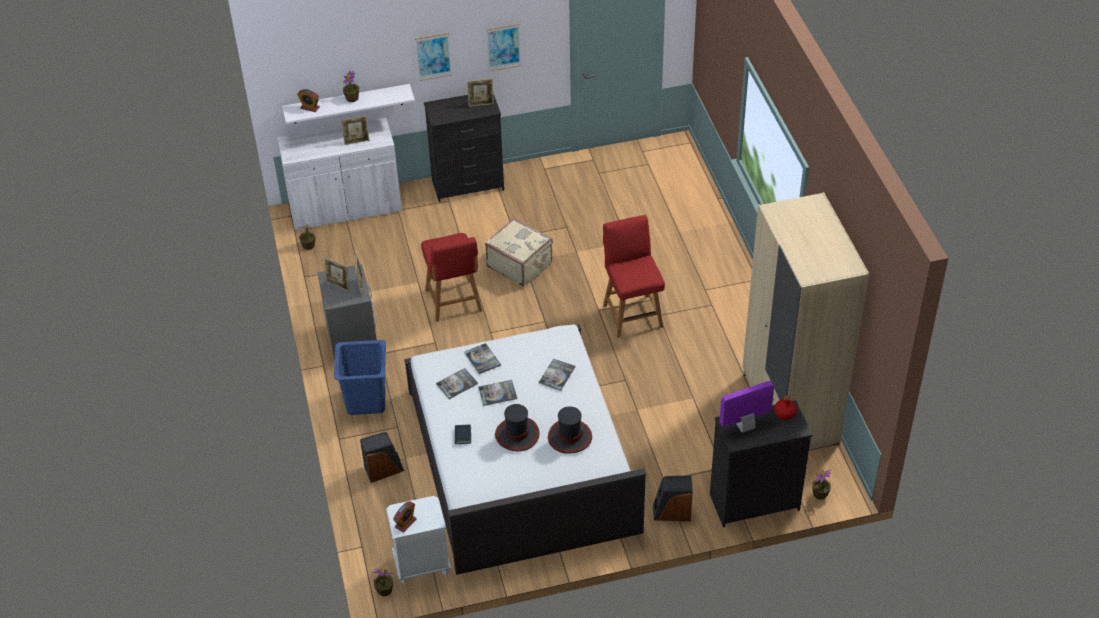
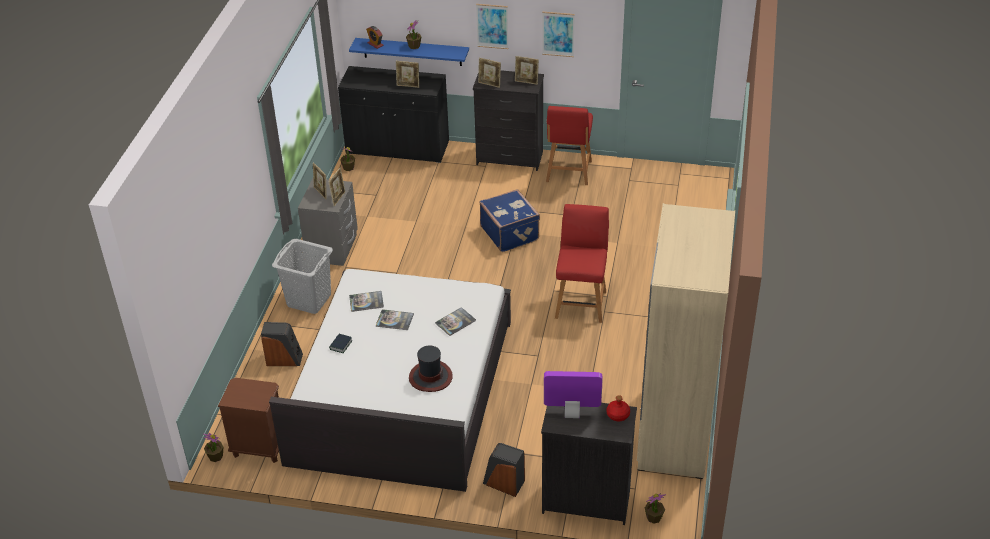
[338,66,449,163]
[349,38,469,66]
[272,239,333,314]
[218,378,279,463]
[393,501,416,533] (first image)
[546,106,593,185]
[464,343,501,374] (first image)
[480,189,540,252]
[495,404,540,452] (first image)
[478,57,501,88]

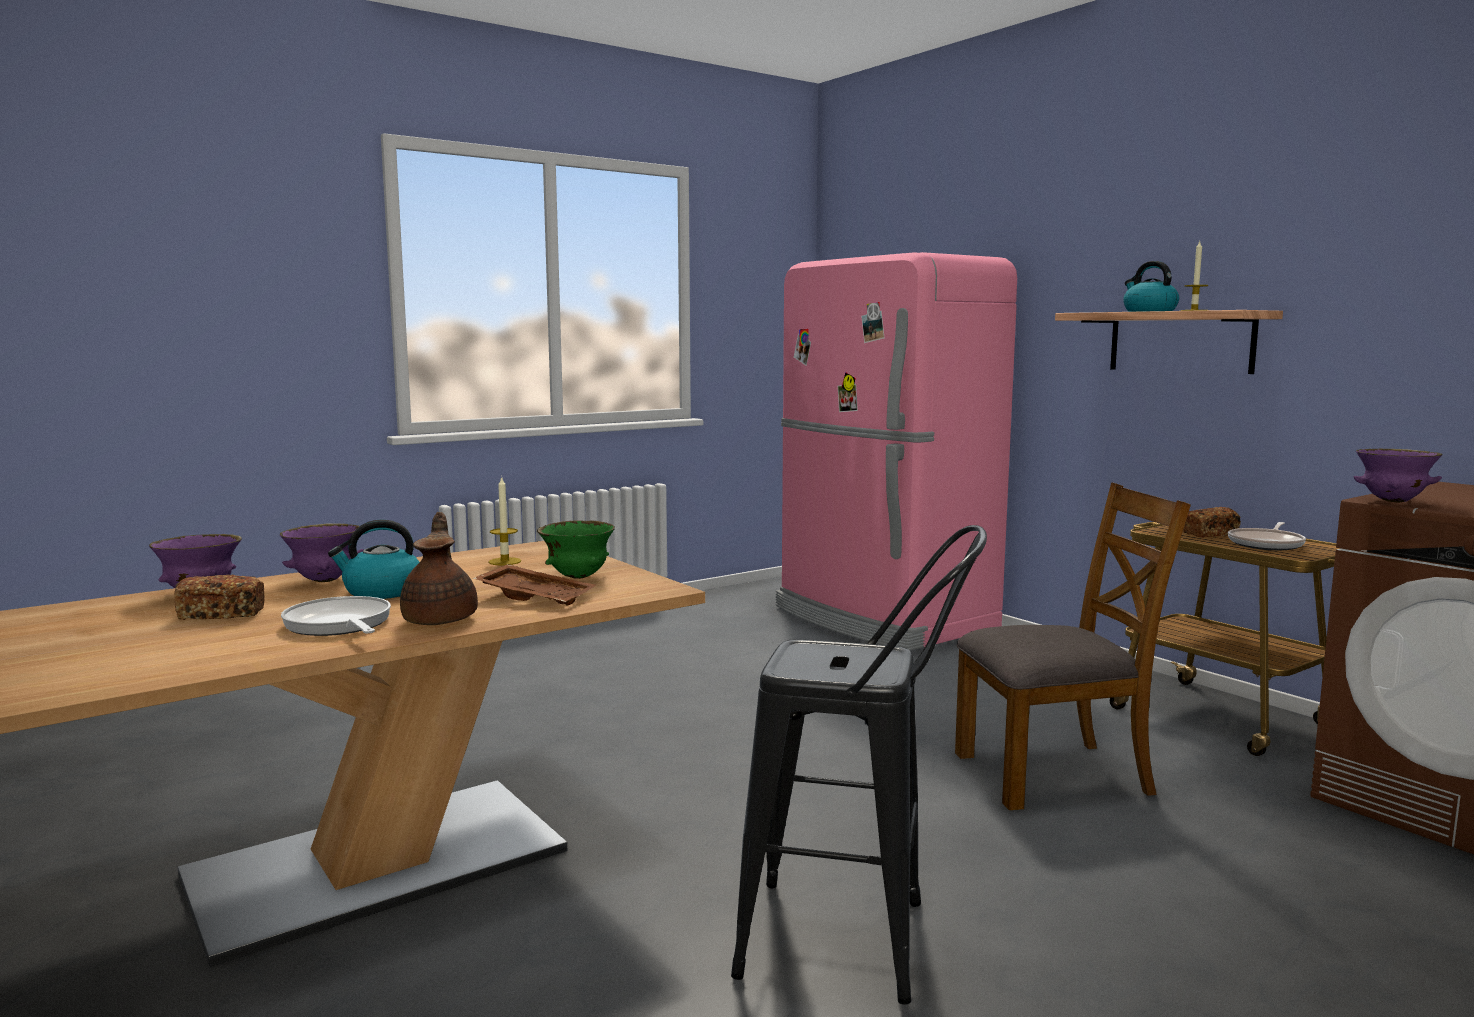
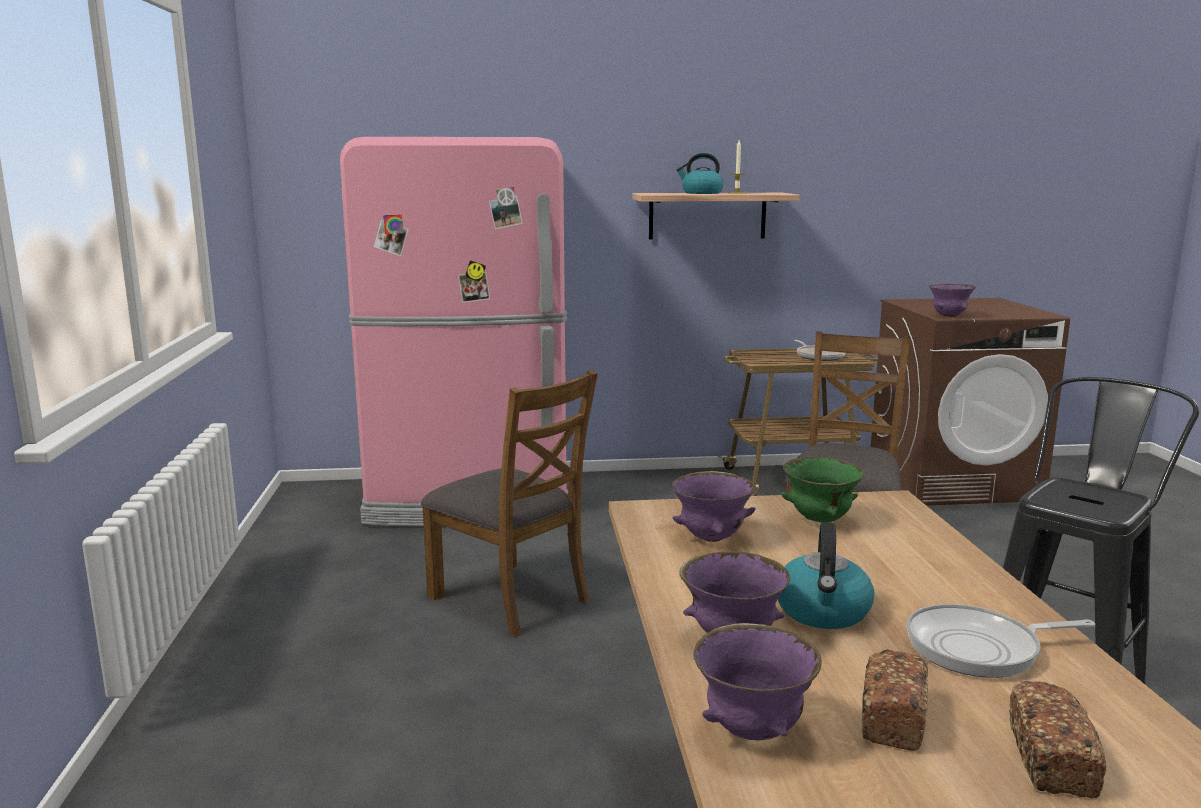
[400,512,478,625] (first image)
[473,564,596,606] (first image)
[672,471,756,542]
[1009,681,1106,798]
[421,370,598,638]

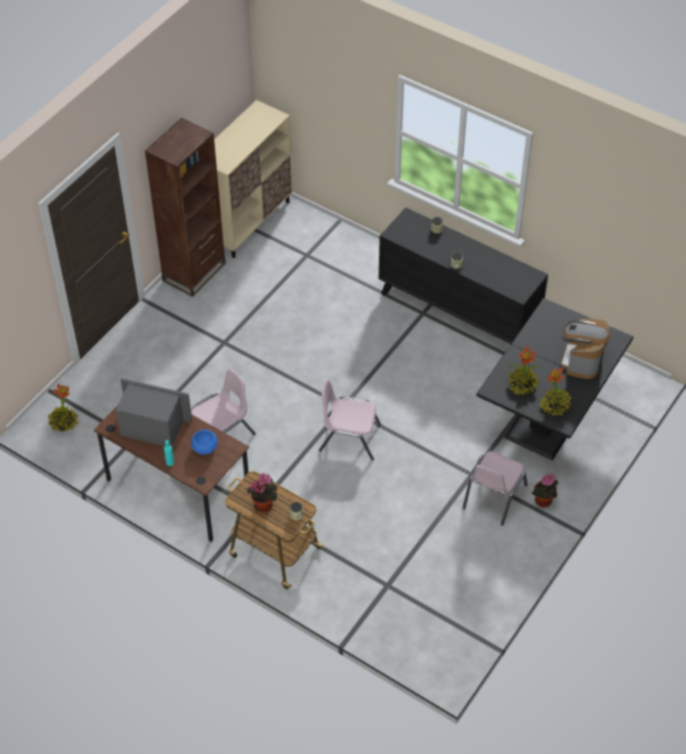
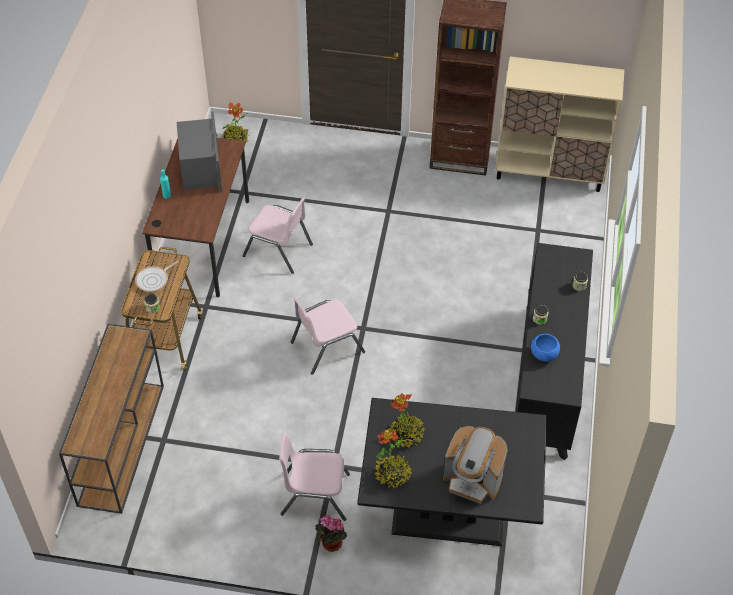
[531,334,560,362]
[135,261,179,292]
[291,297,365,375]
[443,426,507,504]
[59,324,164,514]

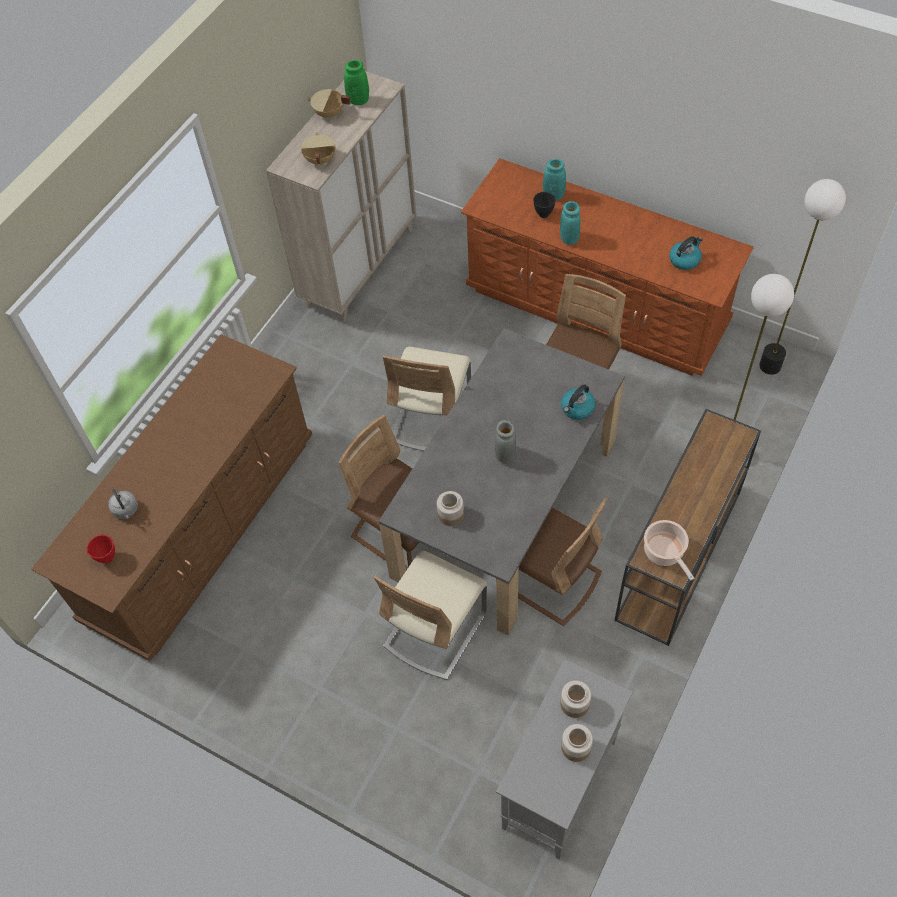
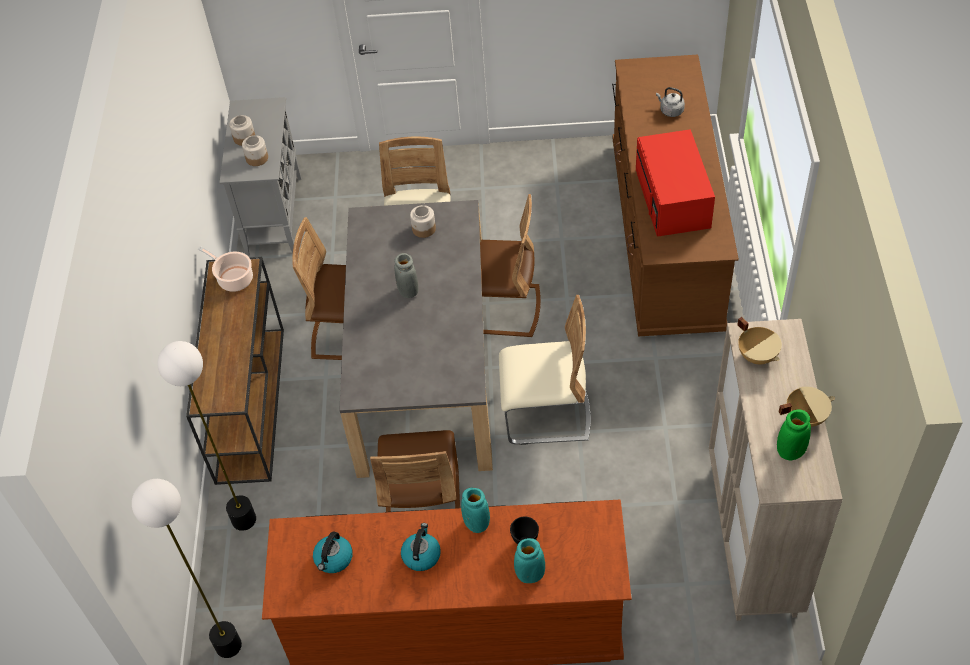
[87,535,115,563] (first image)
[499,295,591,445]
[401,523,441,571]
[636,129,715,236]

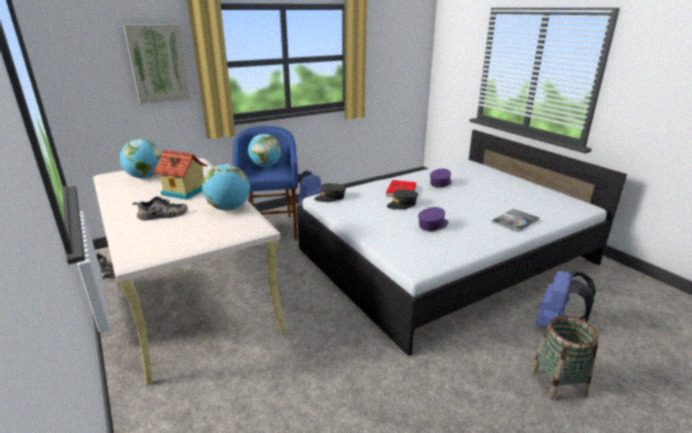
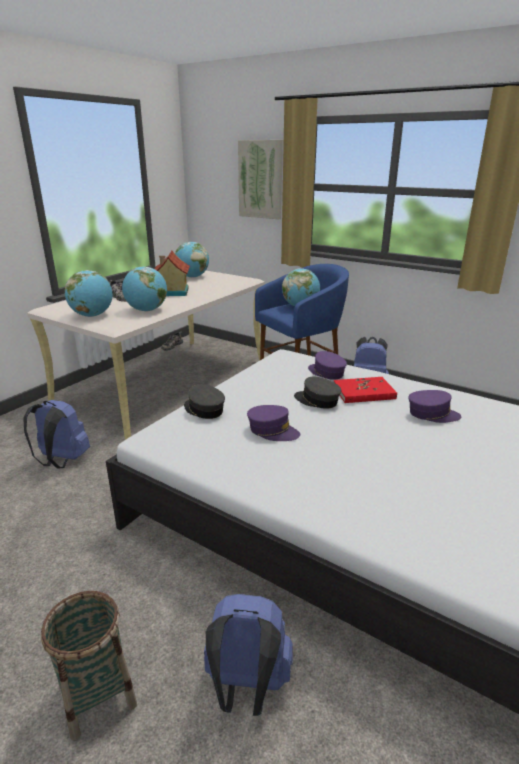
[184,384,225,419]
[492,209,539,232] (first image)
[23,400,90,468]
[65,270,113,317]
[308,351,347,380]

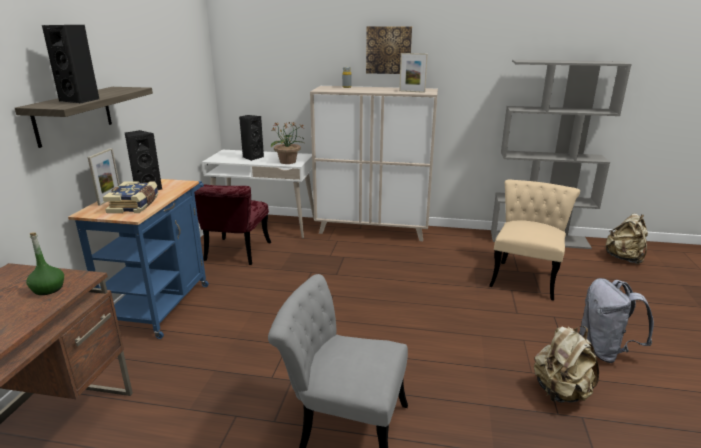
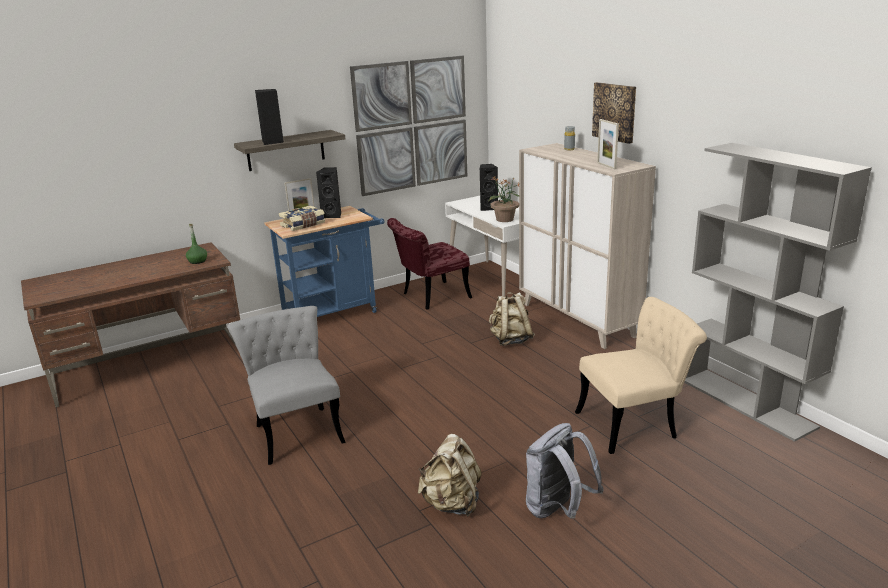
[489,292,535,346]
[350,56,467,196]

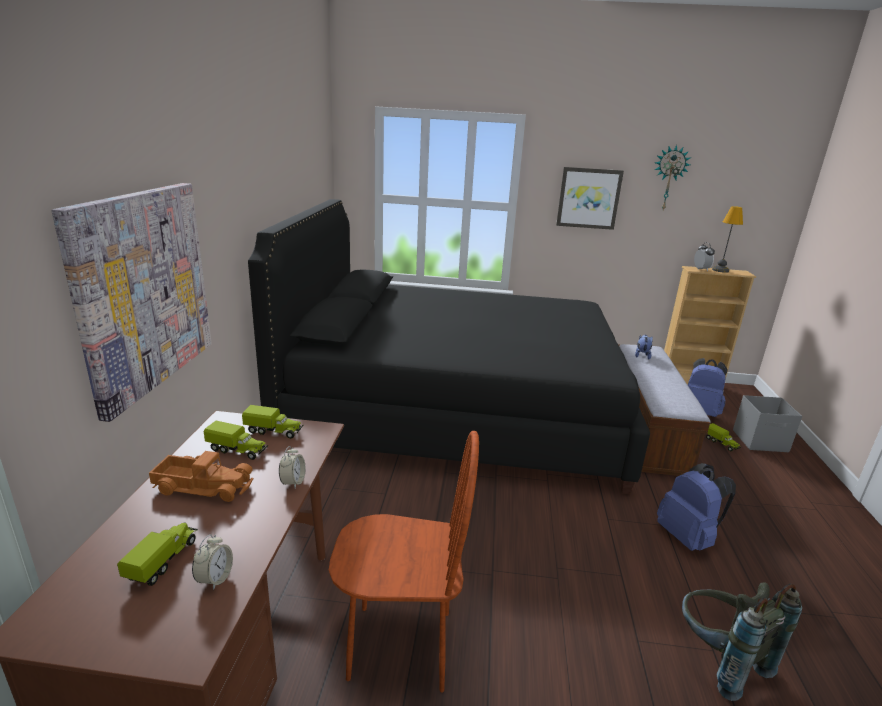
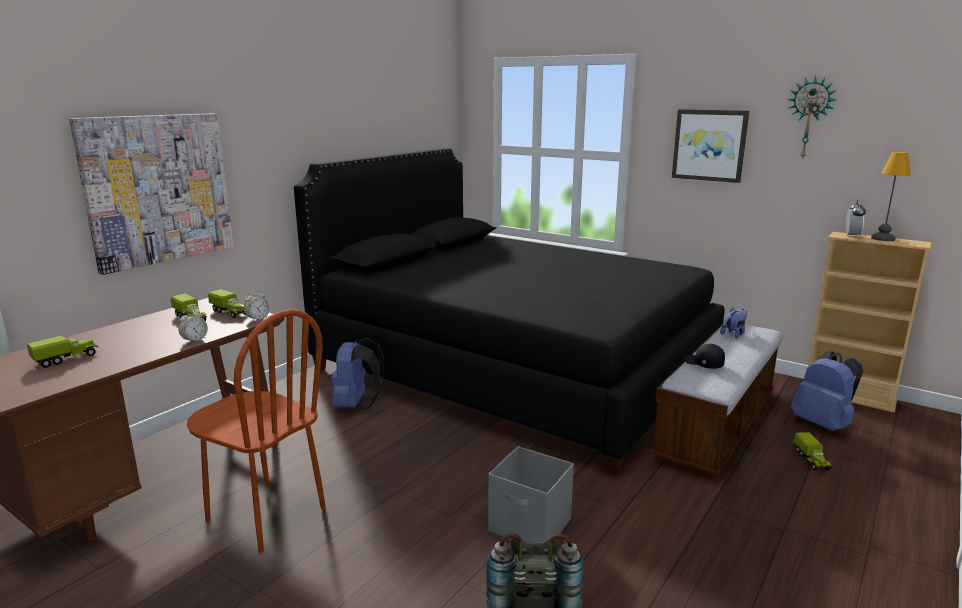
[149,451,253,502] (first image)
[244,290,270,321]
[331,338,384,409]
[488,446,574,542]
[684,344,725,369]

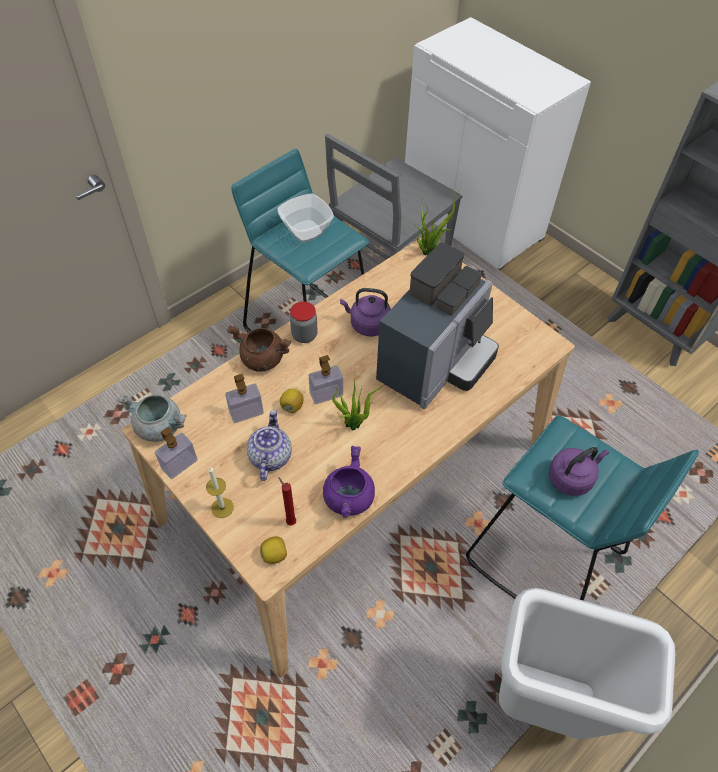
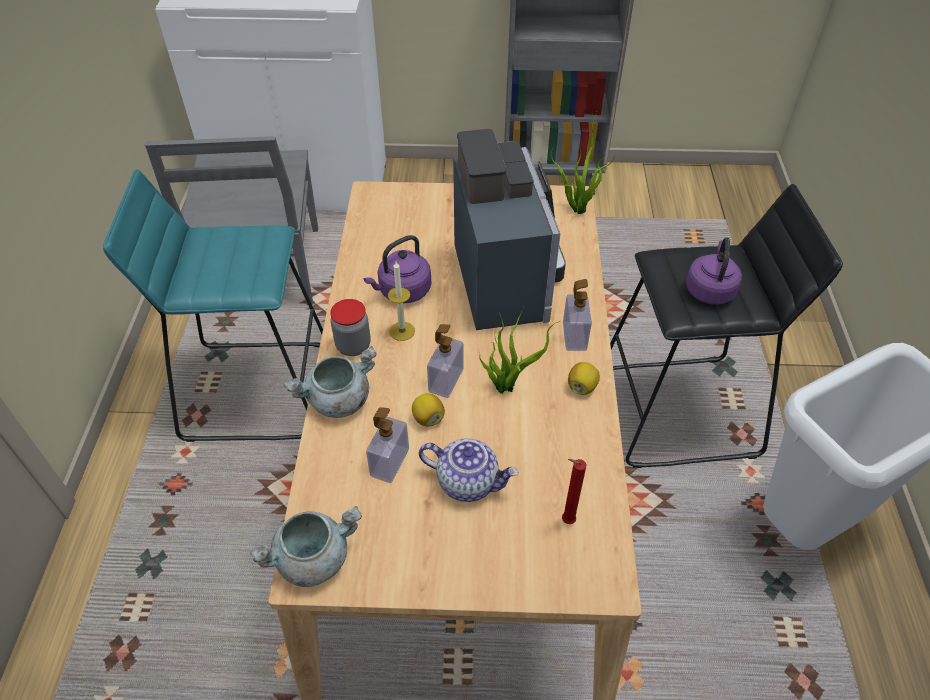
[563,279,592,351]
[388,262,415,341]
[284,346,377,418]
[419,438,519,502]
[568,362,600,395]
[277,194,334,242] (first image)
[323,446,375,518] (first image)
[551,112,615,214]
[610,184,843,468]

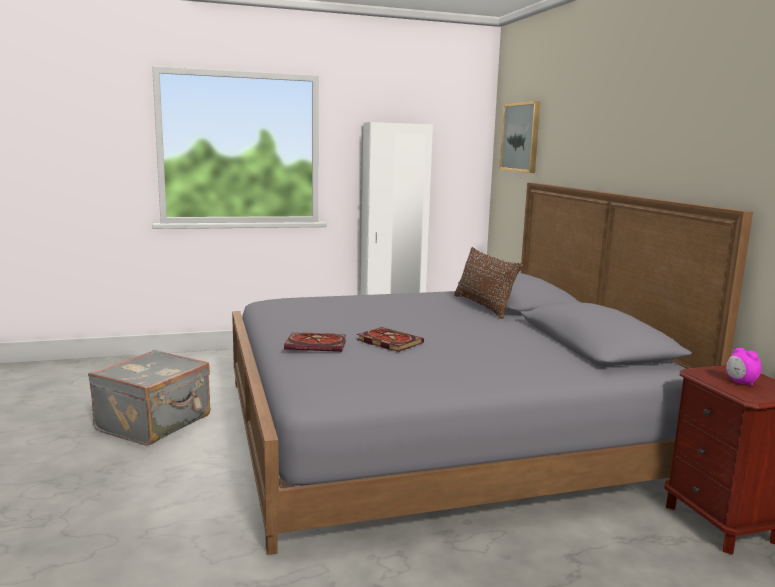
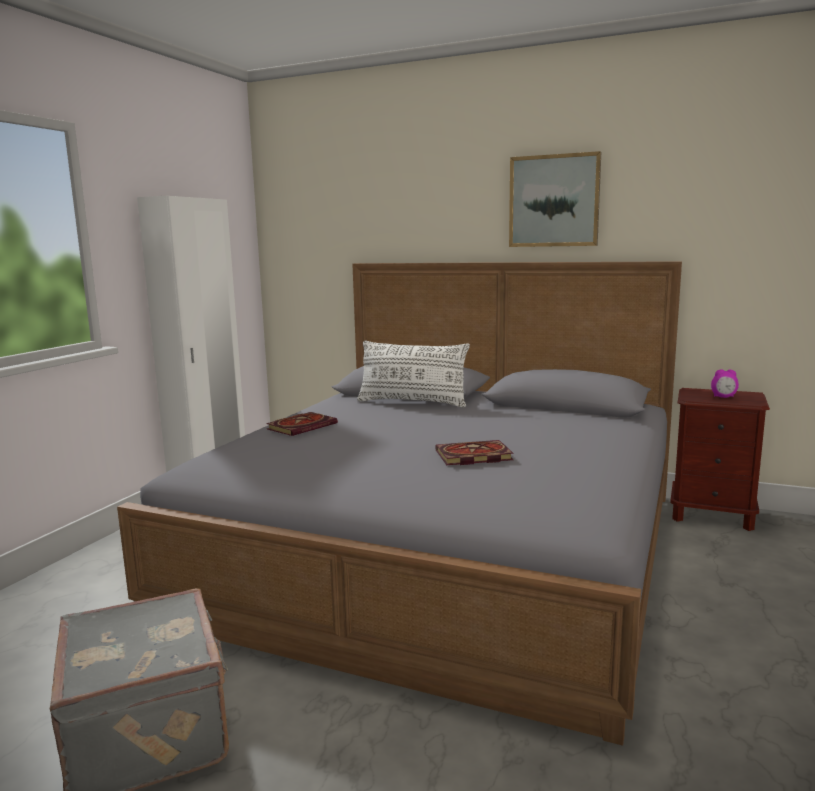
[266,412,338,436]
[357,341,470,407]
[509,151,601,247]

